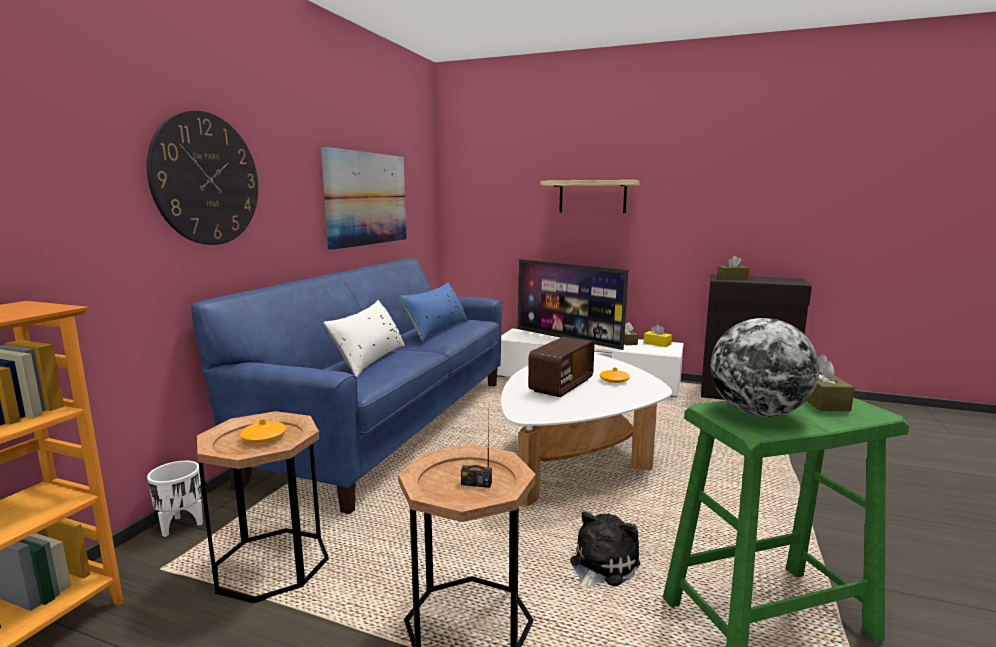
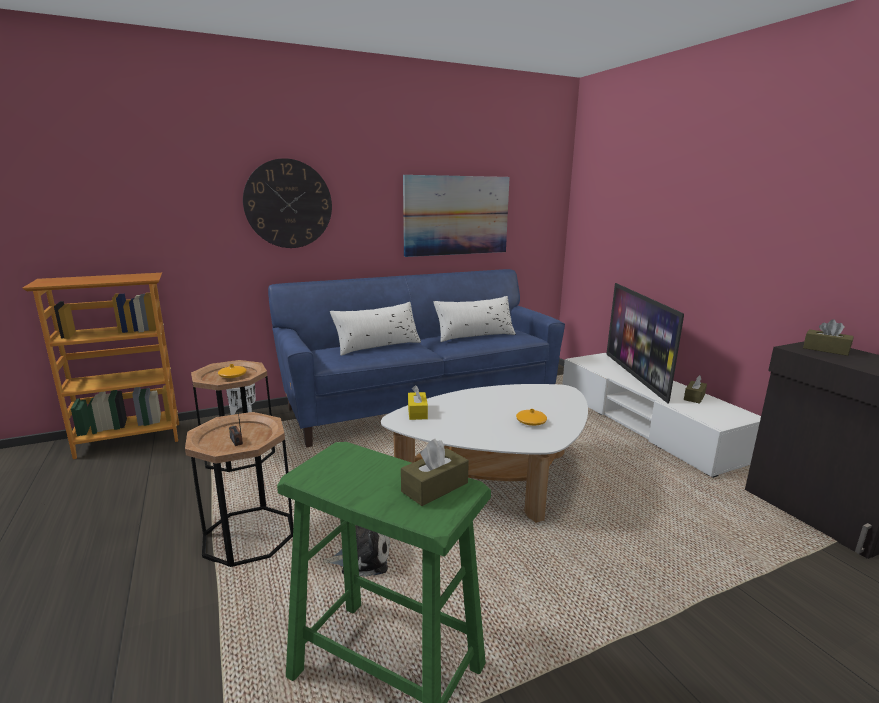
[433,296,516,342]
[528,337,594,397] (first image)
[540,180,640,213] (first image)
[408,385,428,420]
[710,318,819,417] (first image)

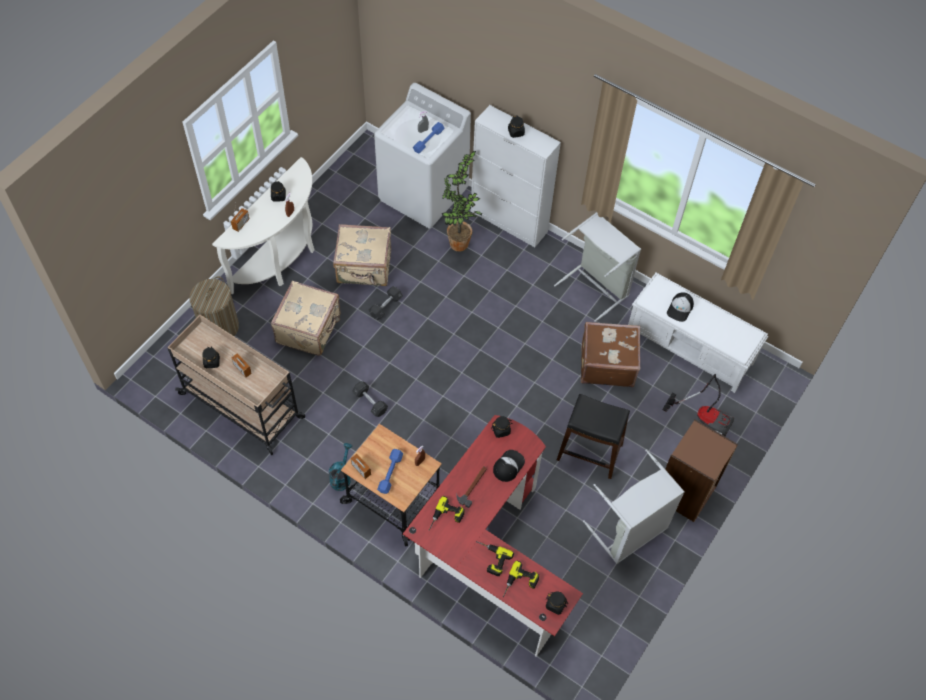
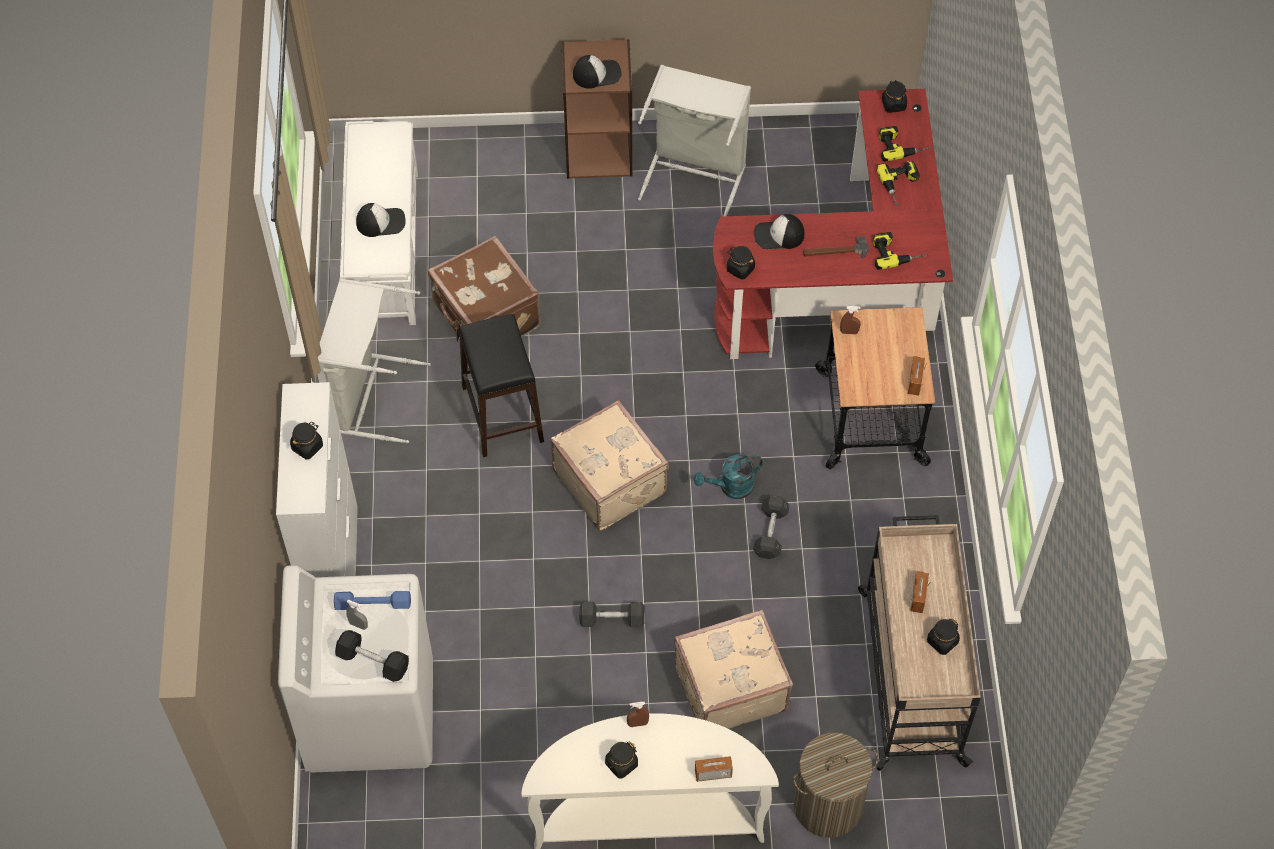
[694,455,763,499]
[551,400,669,530]
[377,449,403,494] (first image)
[442,151,482,252] (first image)
[459,314,544,457]
[662,374,734,437] (first image)
[335,630,409,682]
[573,55,621,89]

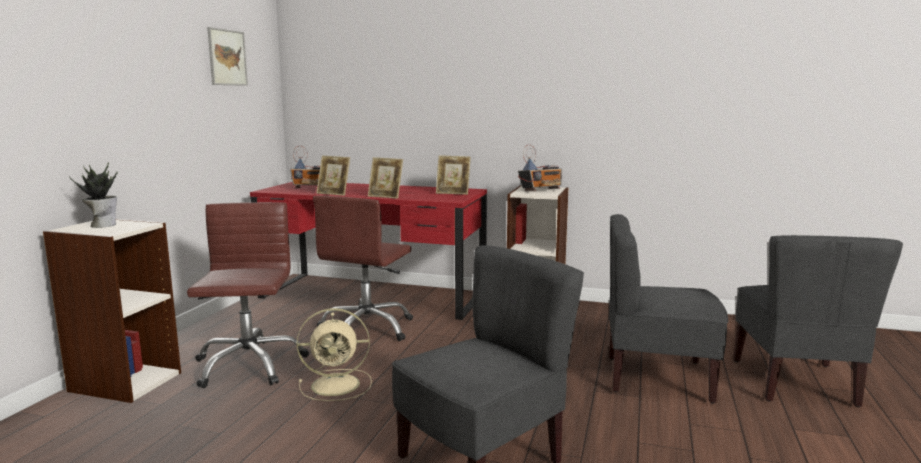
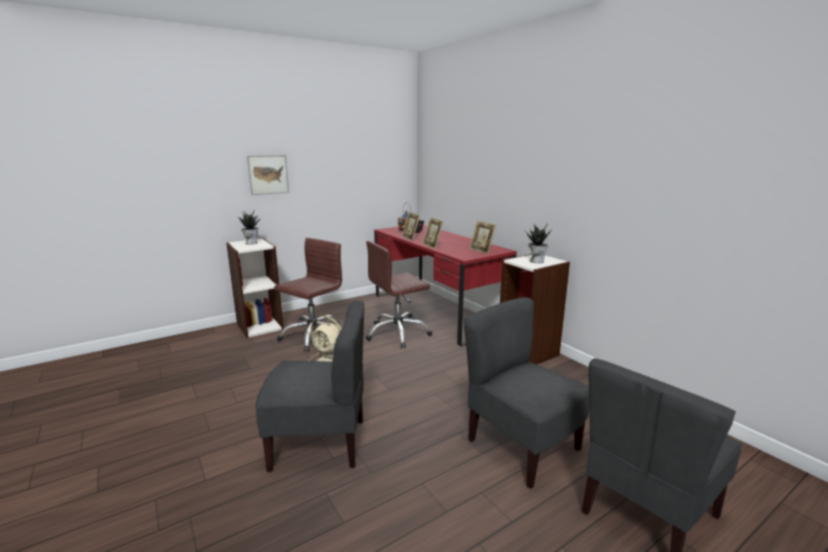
[247,155,289,195]
[524,223,551,263]

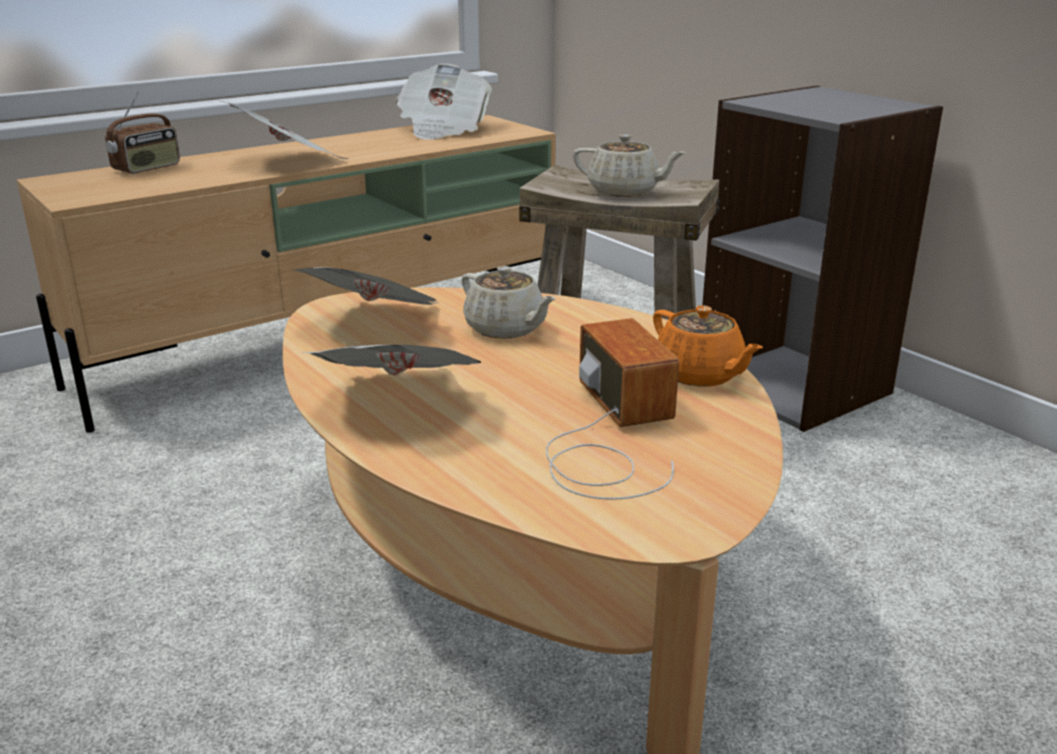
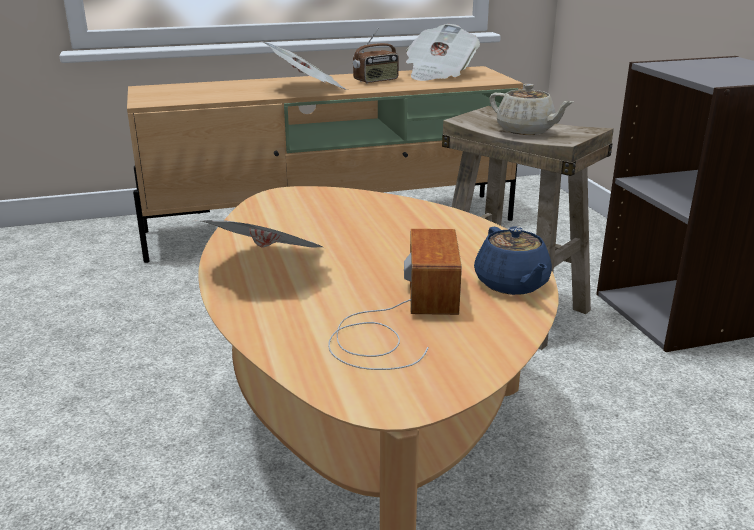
[353,28,399,83]
[294,267,438,305] (first image)
[462,266,556,339] (first image)
[474,227,552,295]

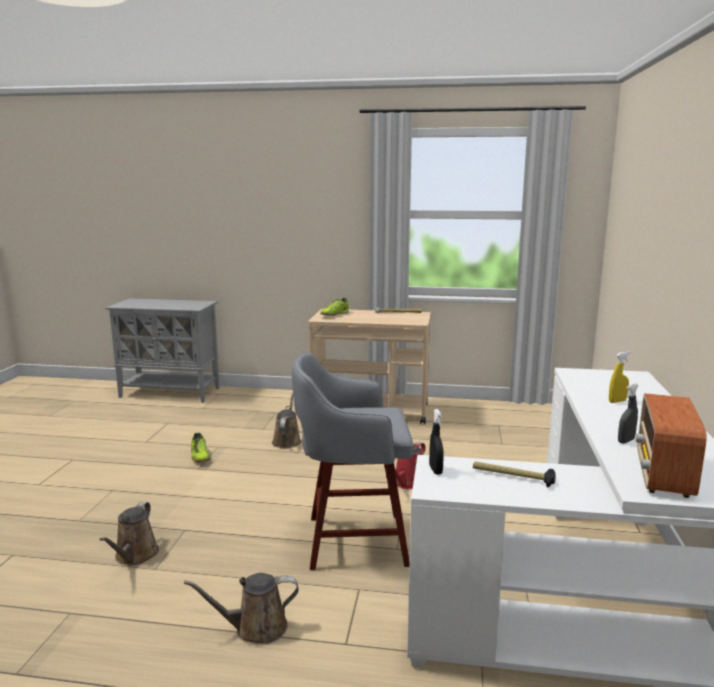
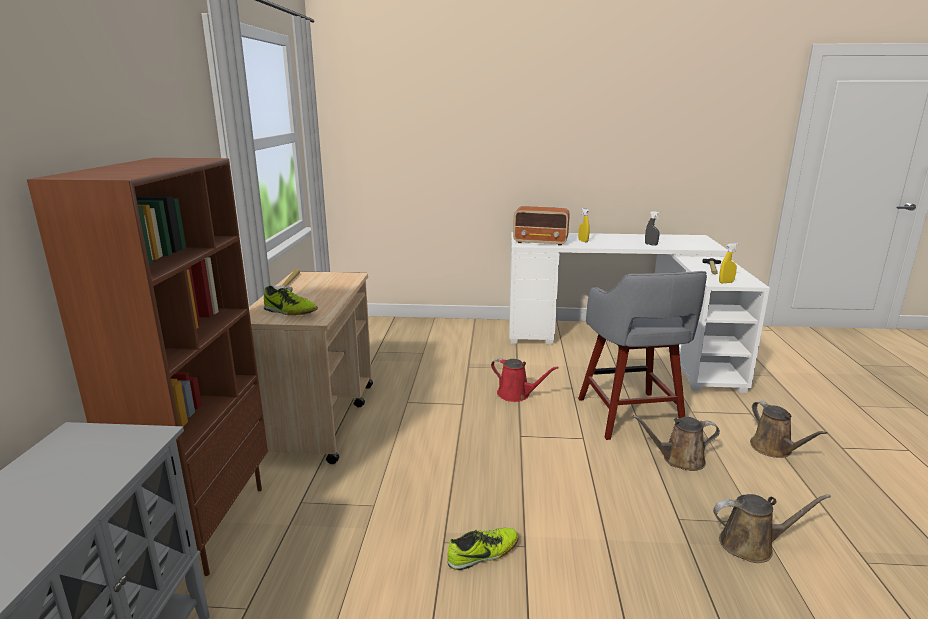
[633,415,720,471]
[719,243,739,283]
[513,207,570,246]
[27,158,268,576]

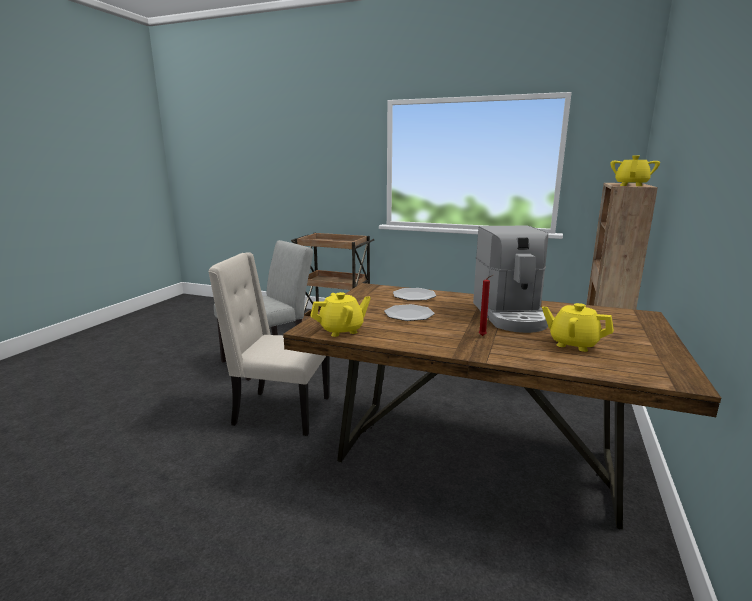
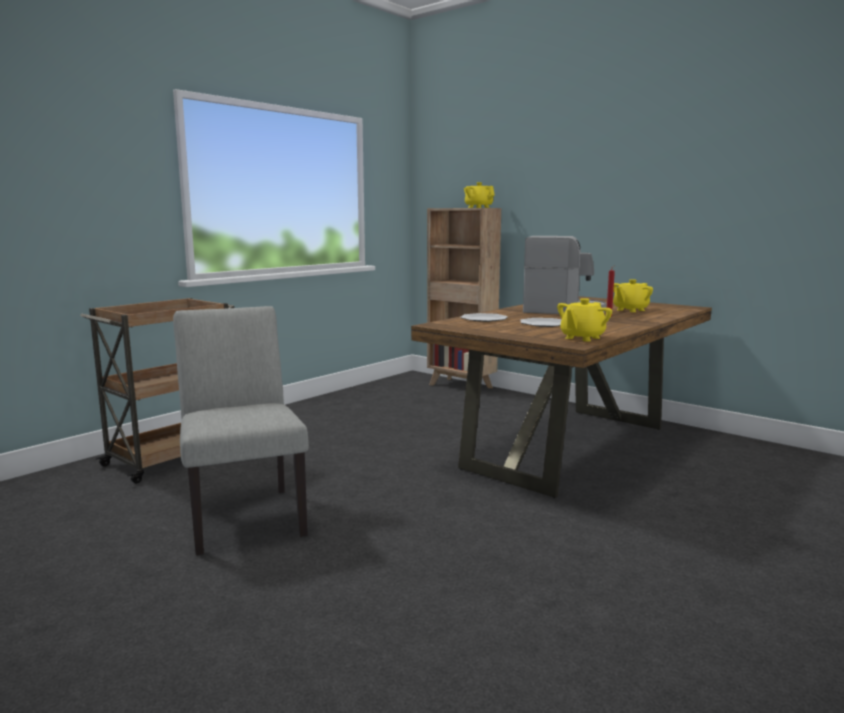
[208,252,329,436] (first image)
[557,298,612,342]

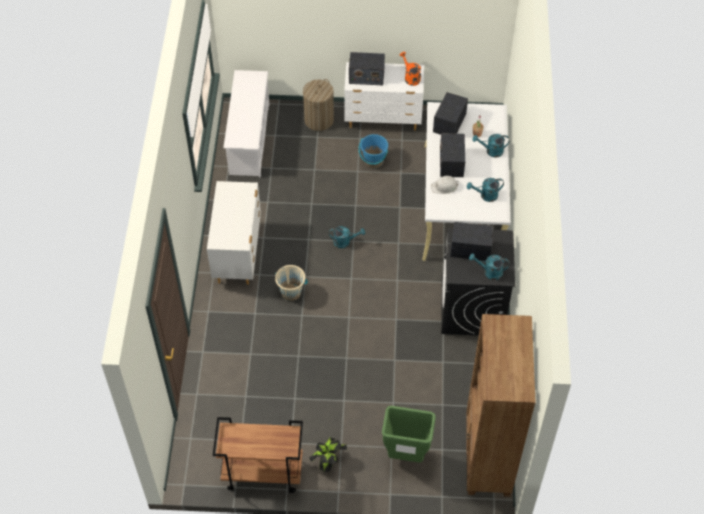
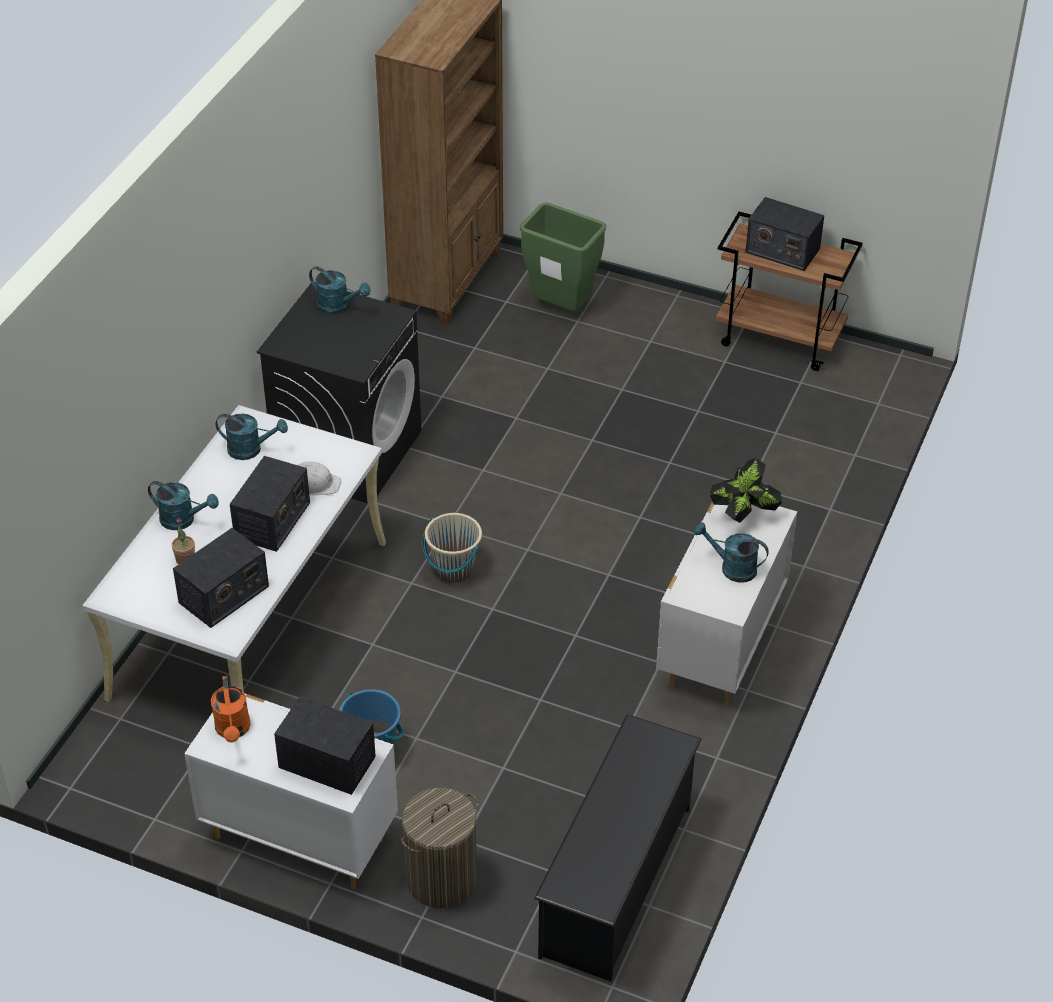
[534,714,702,981]
[423,513,482,583]
[710,457,783,523]
[694,522,769,582]
[745,197,824,271]

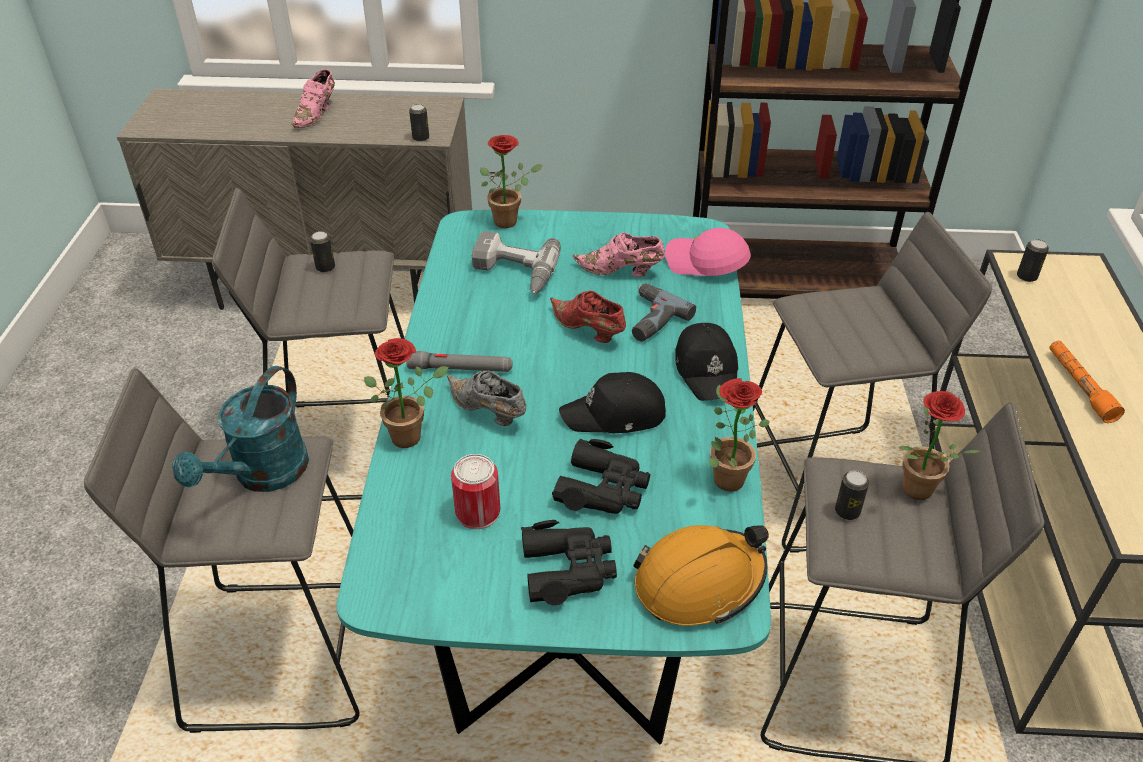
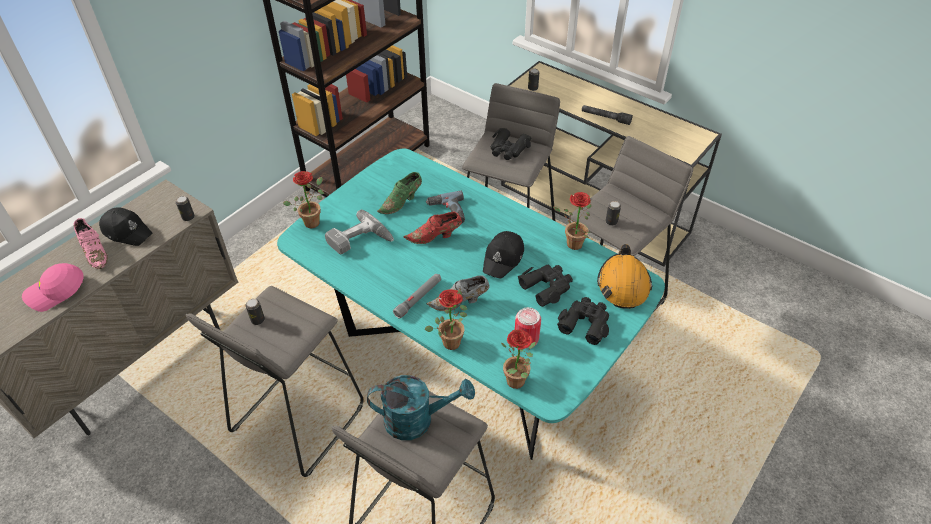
[367,375,475,440]
[377,172,422,214]
[22,263,84,312]
[99,207,152,246]
[501,329,536,389]
[582,105,633,125]
[491,128,531,160]

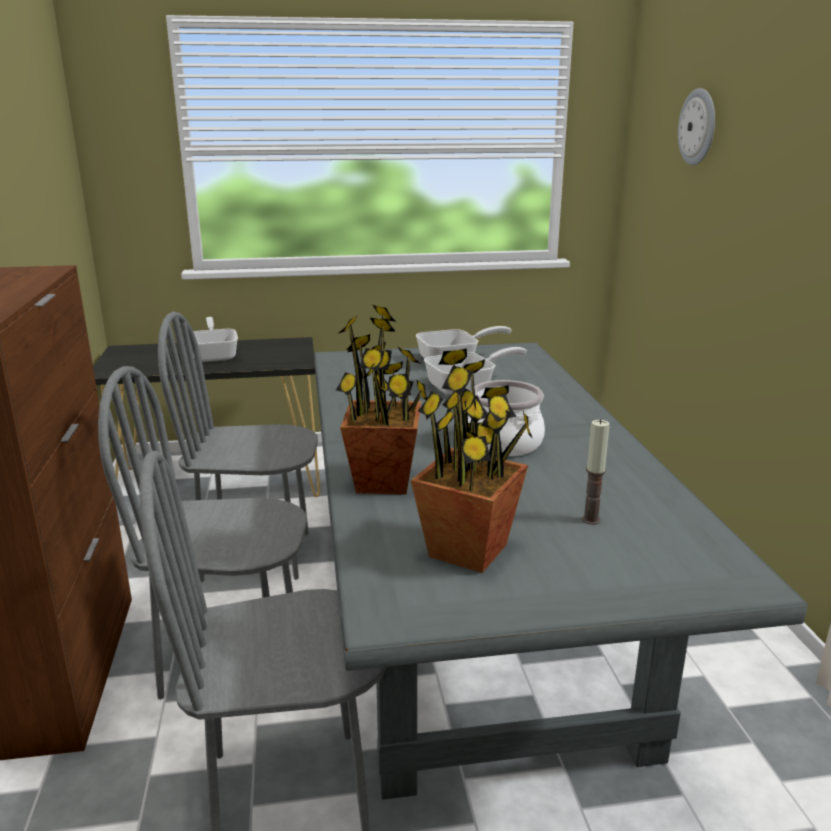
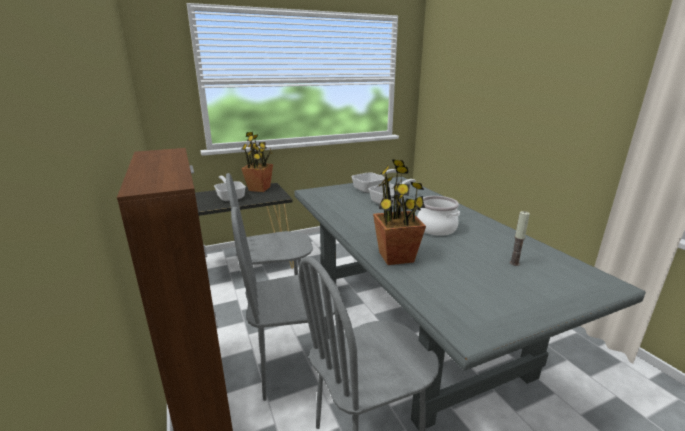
[241,132,273,192]
[678,88,715,165] (first image)

